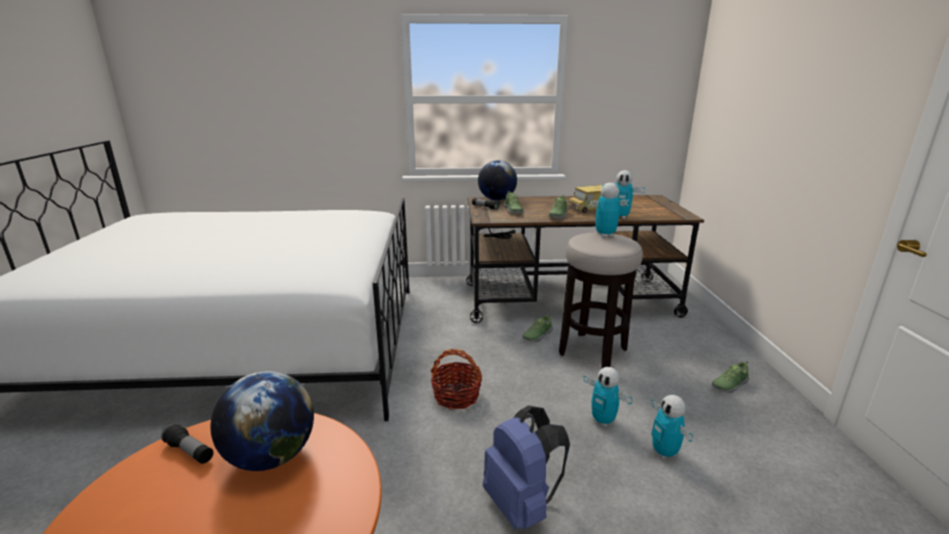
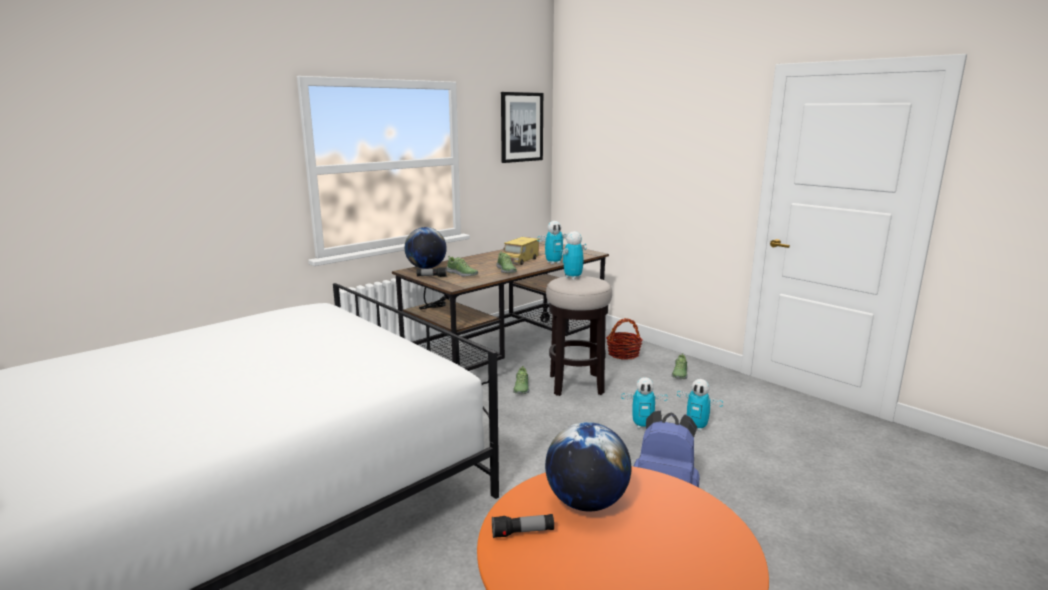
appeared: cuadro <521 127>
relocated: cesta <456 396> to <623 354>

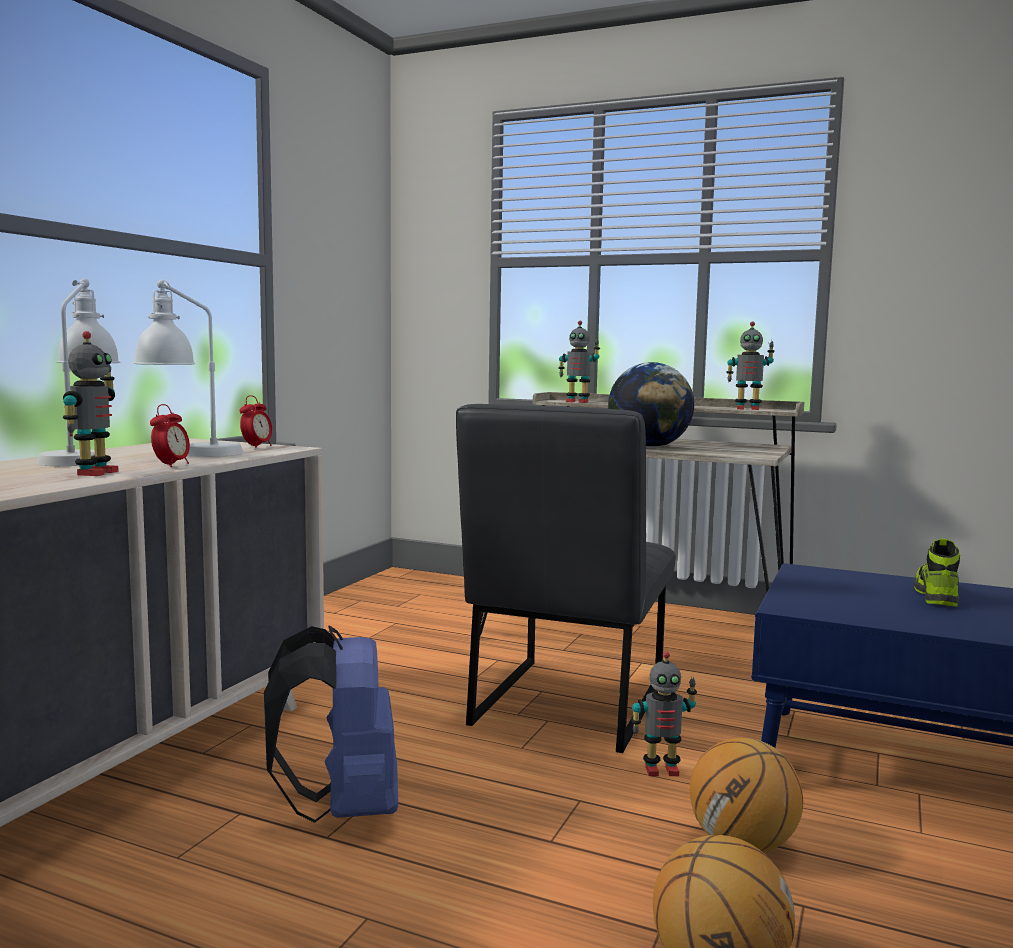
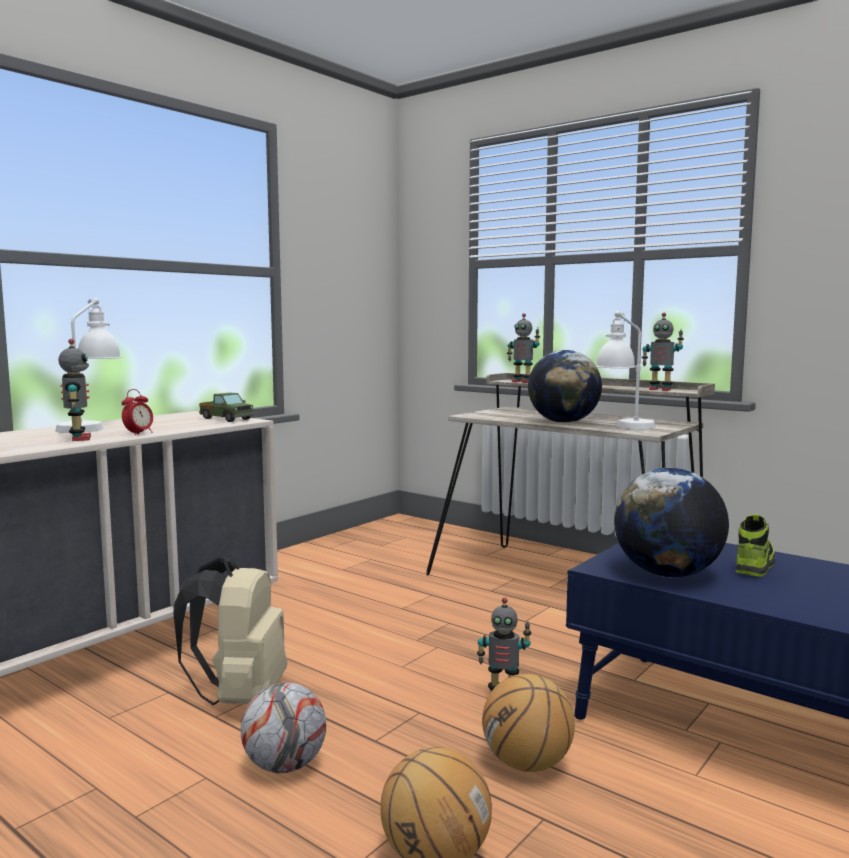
missing: silla [gris] <566 704>
appeared: balón de fútbol <284 766>; globo terráqueo <667 574>
relocated: lámpara de mesa [blanco] <191 455> to <625 428>
exchanged: despertador <256 447> to camión de juguete <226 419>
colour: mochila [azul] <343 809> to mochila [beis] <240 697>
spun: robot de juguete <94 473> = <78 439> 45 degrees counterclockwise

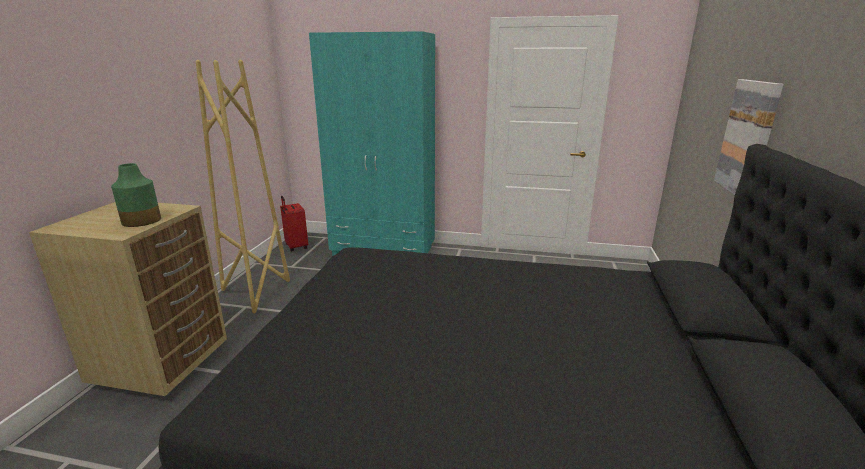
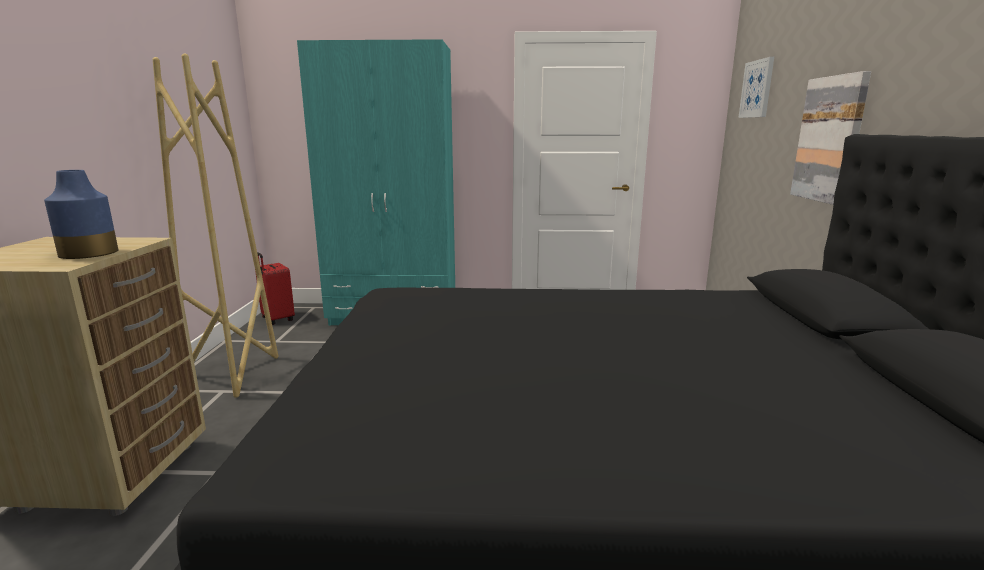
appeared: cuadro <757 89>
colour: florero [verde] <141 220> to florero [azul] <89 252>

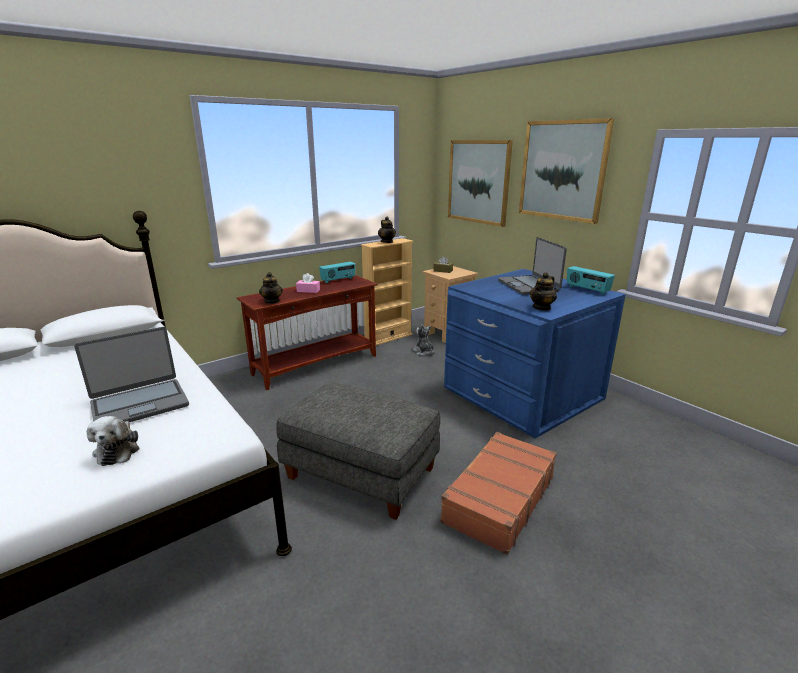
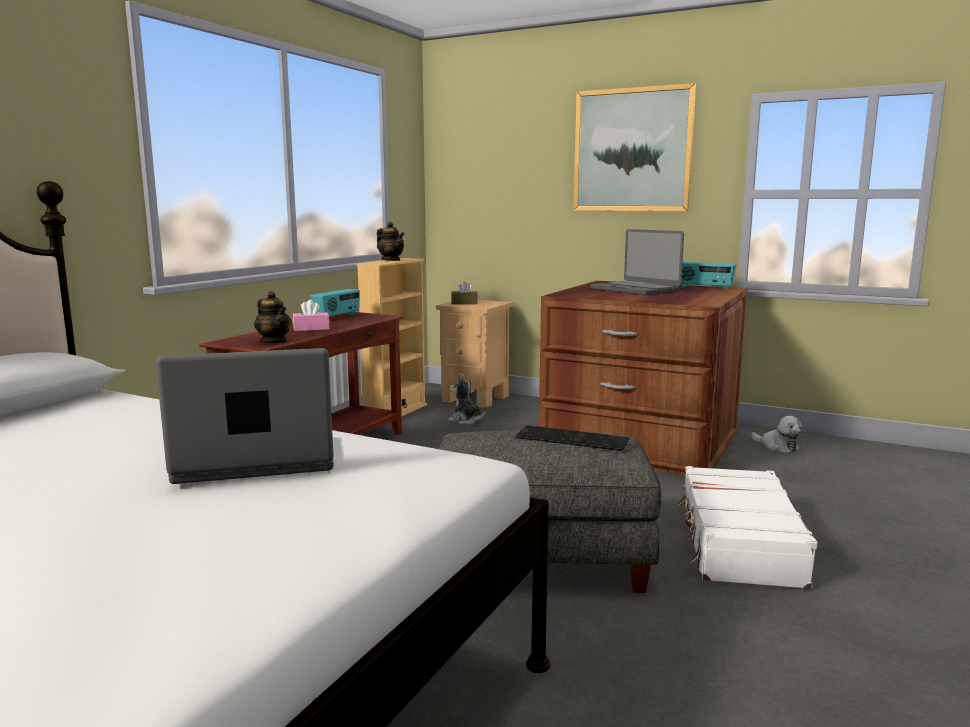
missing: cuadro <478 182>; tetera <542 307>
appeared: teclado <573 439>
relocated: peluche <118 450> to <777 446>
colour: maleta [marrón] <498 499> to maleta [blanco] <738 542>; cómoda [azul] <522 393> to cómoda [marrón] <641 441>
spun: portátil <140 404> = <255 460> 135 degrees counterclockwise

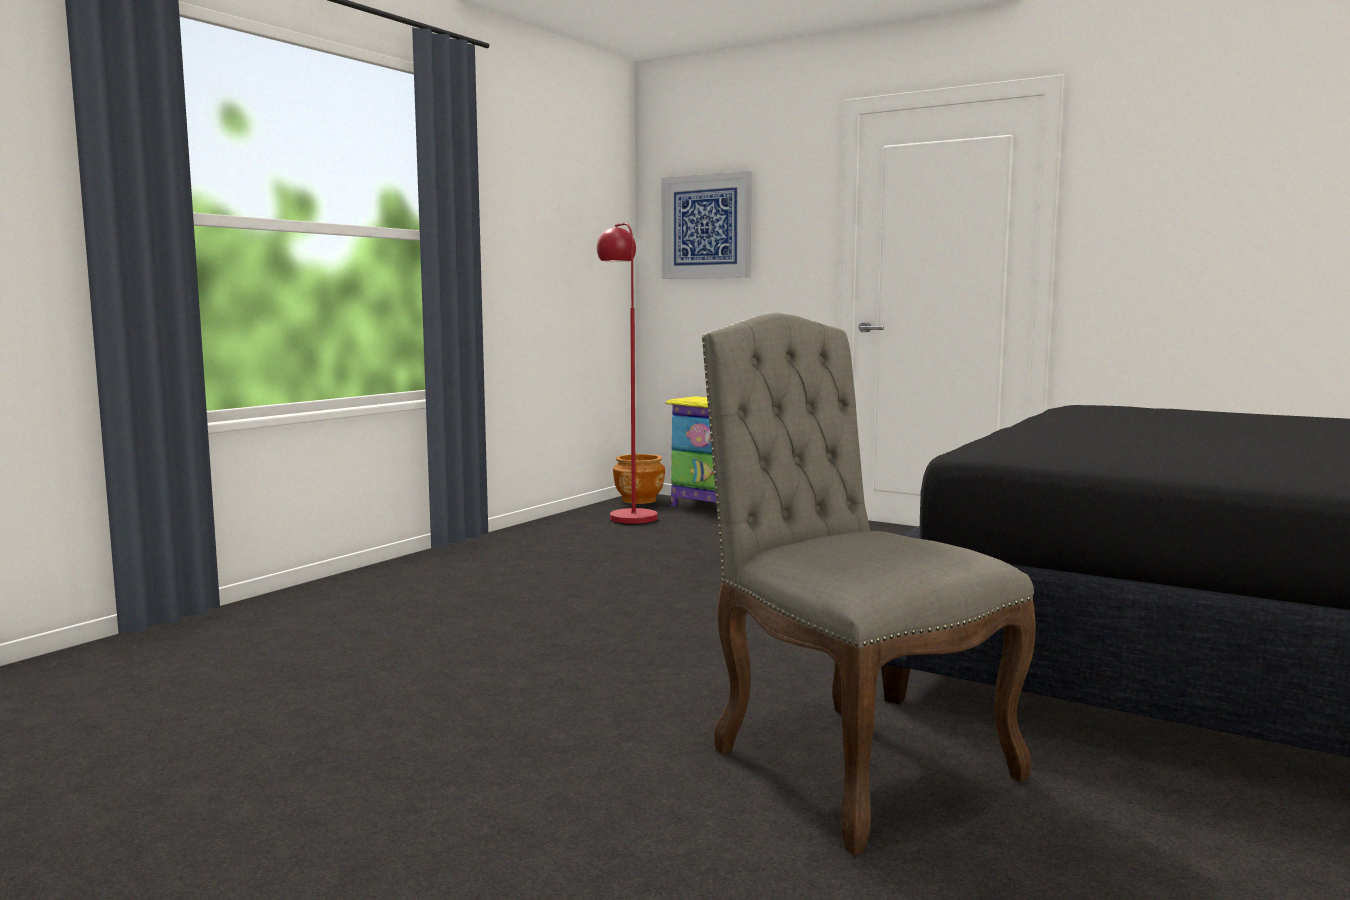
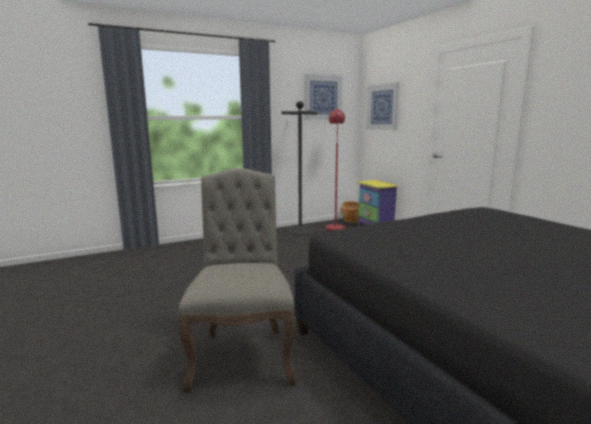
appeared: perchero [negro] <300 230>; cuadro <322 97>

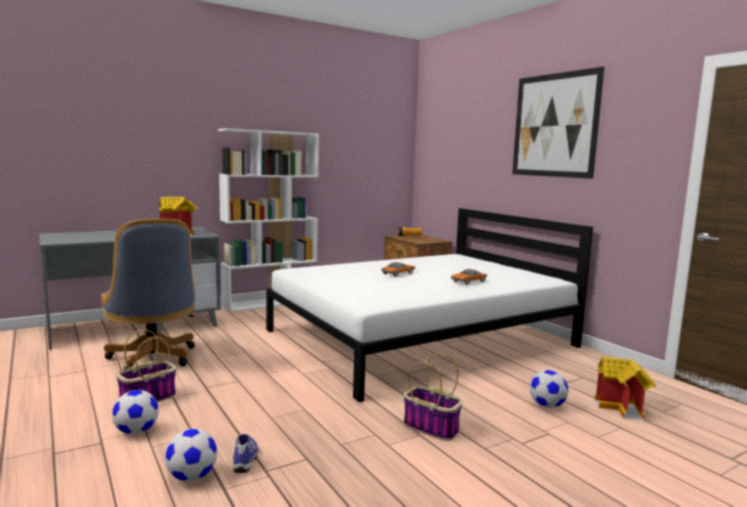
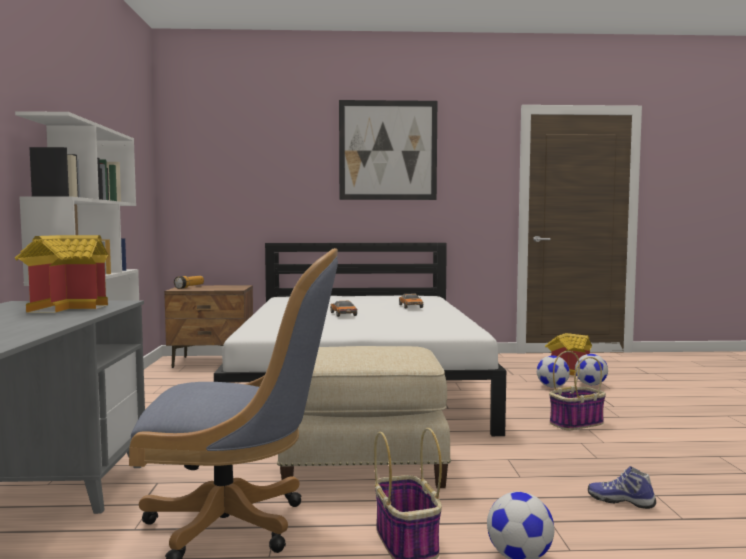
appeared: puf [beis] <363 463>
relocated: balón de fútbol <192 477> to <590 384>

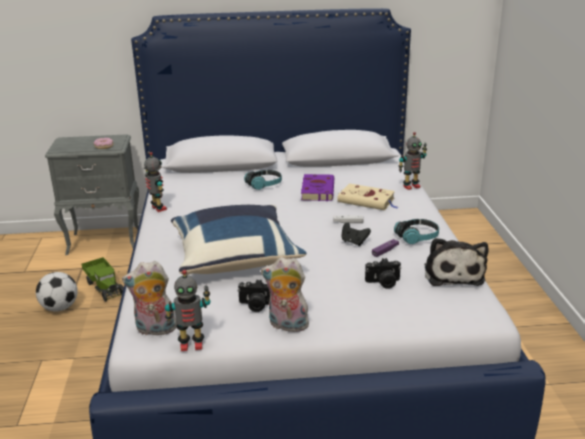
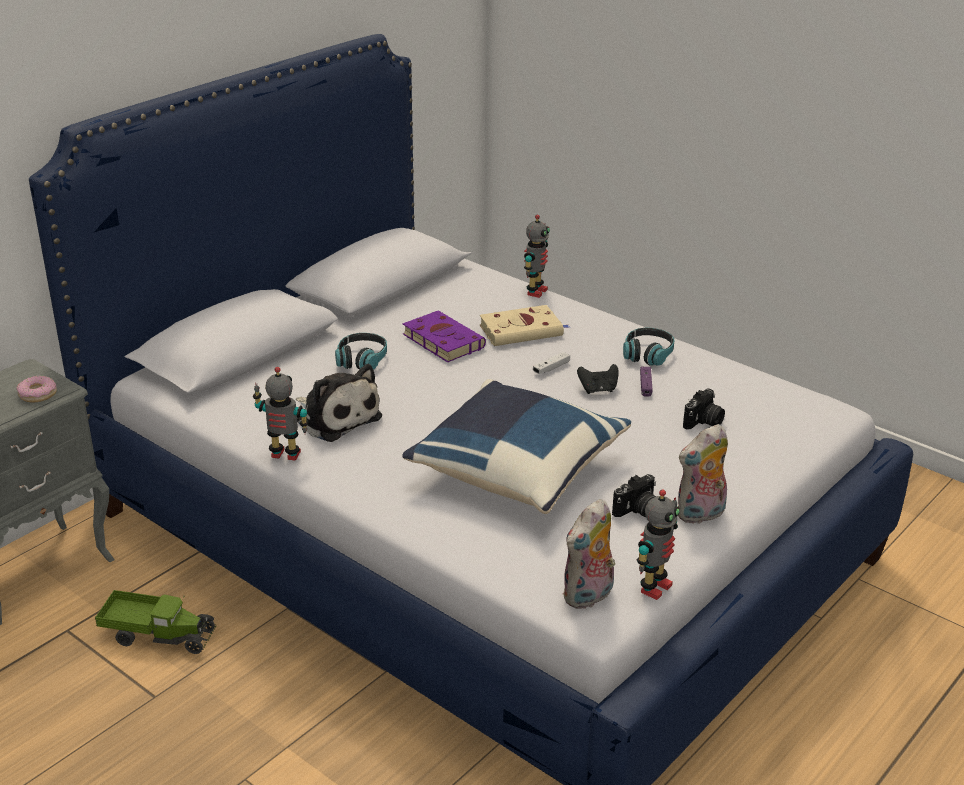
missing: balón de fútbol <60 307>
relocated: peluche <453 273> to <336 417>

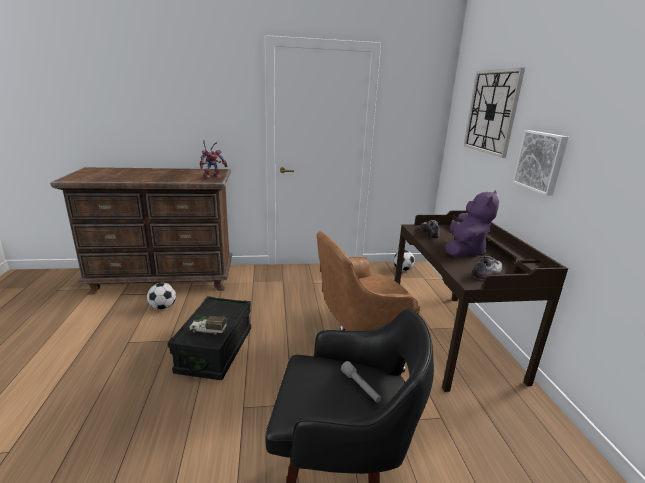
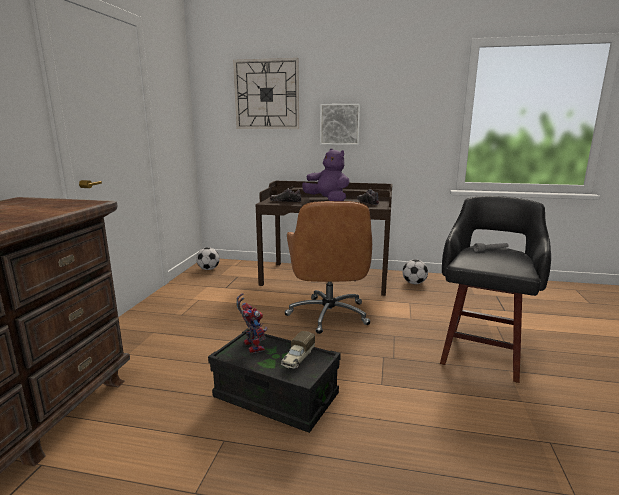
relocated: balón de fútbol <163 307> to <414 283>; robot de juguete <213 176> to <251 346>

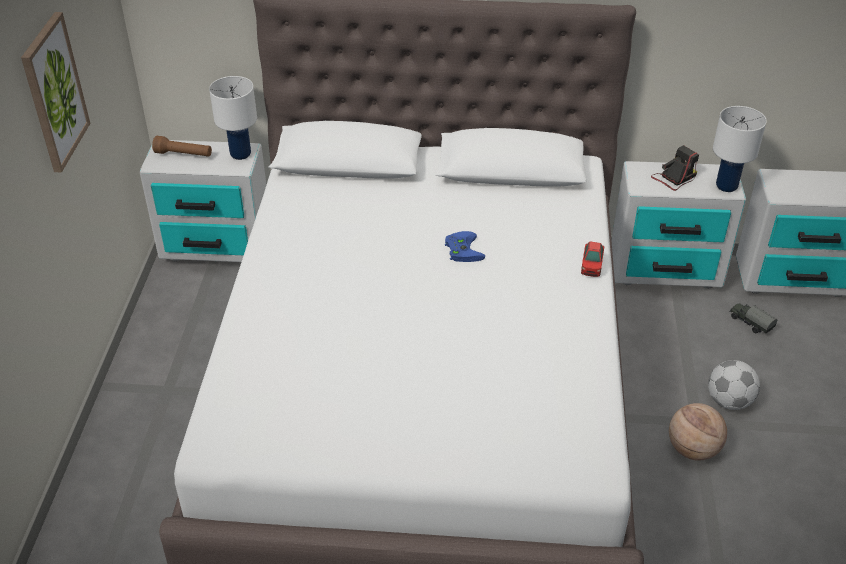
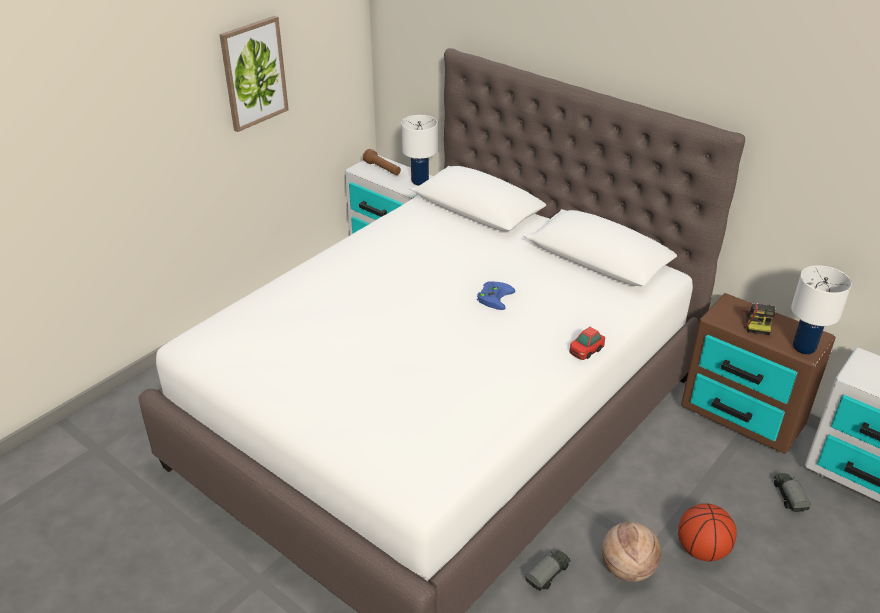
appeared: camión de juguete <548 575>
exchanged: balón de fútbol <729 401> to balón de baloncesto <701 550>
colour: mesita de noche [blanco] <665 275> to mesita de noche [marrón] <740 422>
spun: cámara <674 178> = <757 322> 105 degrees clockwise

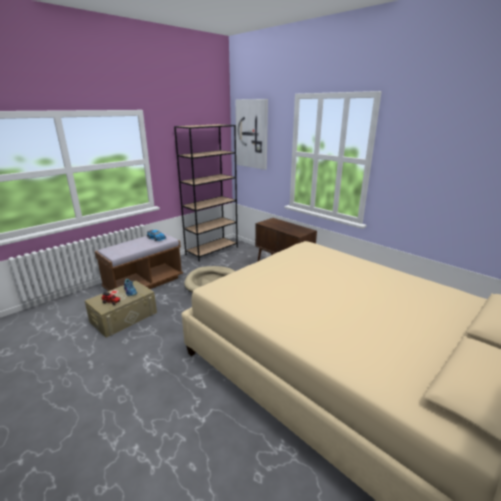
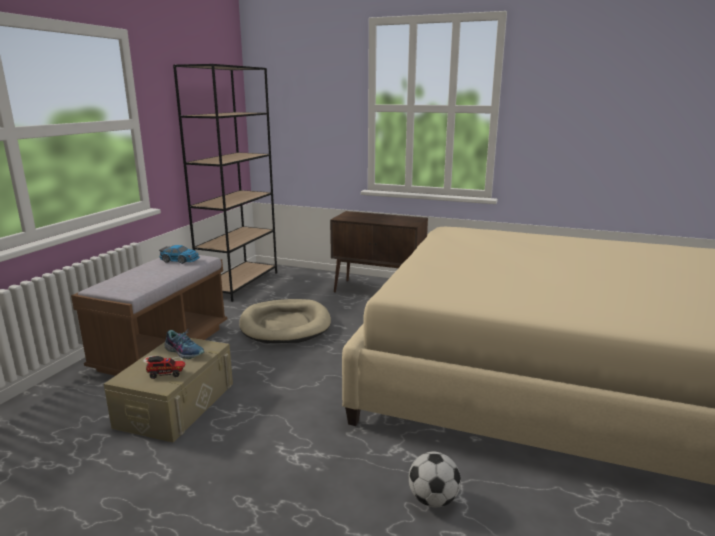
missing: cuadro <252 134>
appeared: balón de fútbol <433 500>

